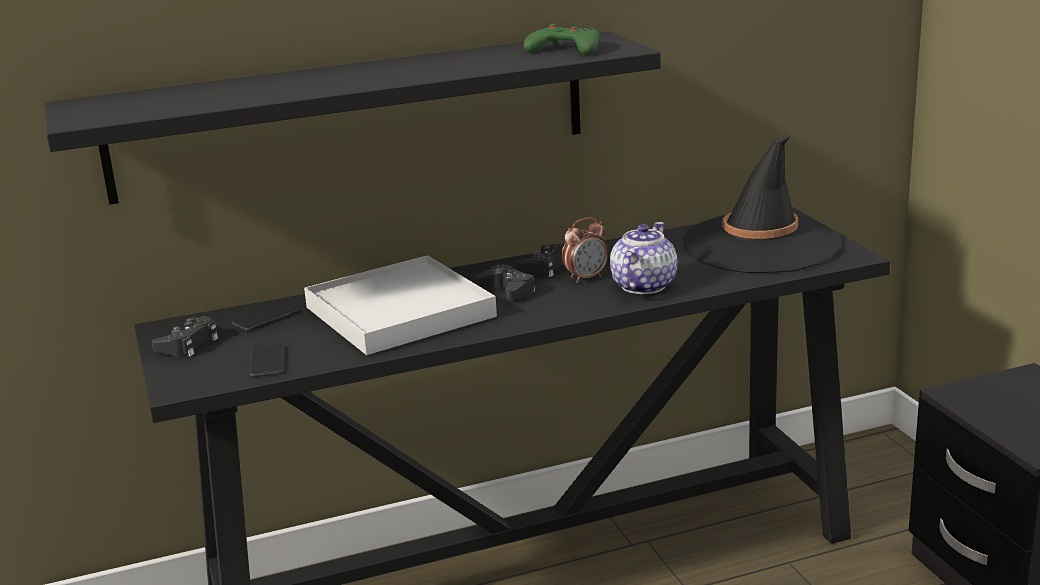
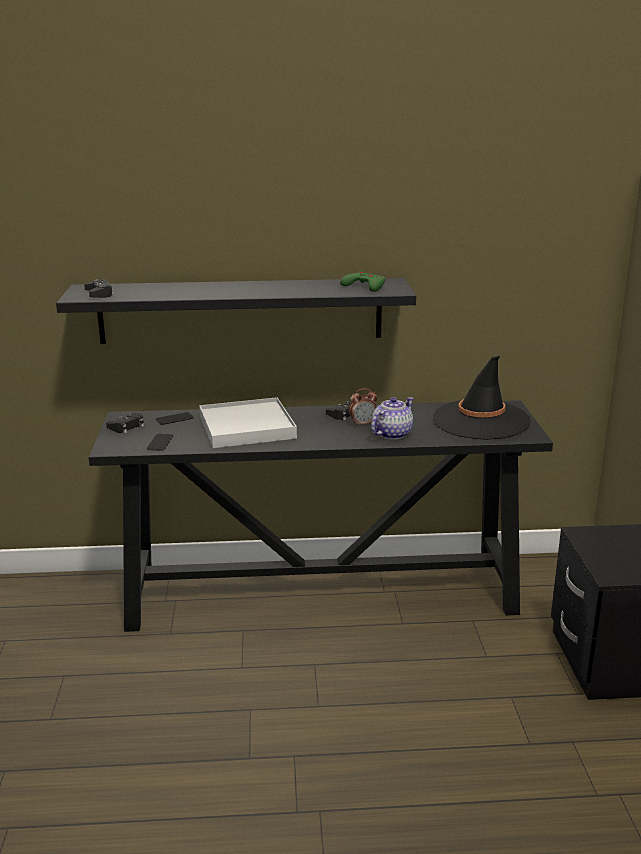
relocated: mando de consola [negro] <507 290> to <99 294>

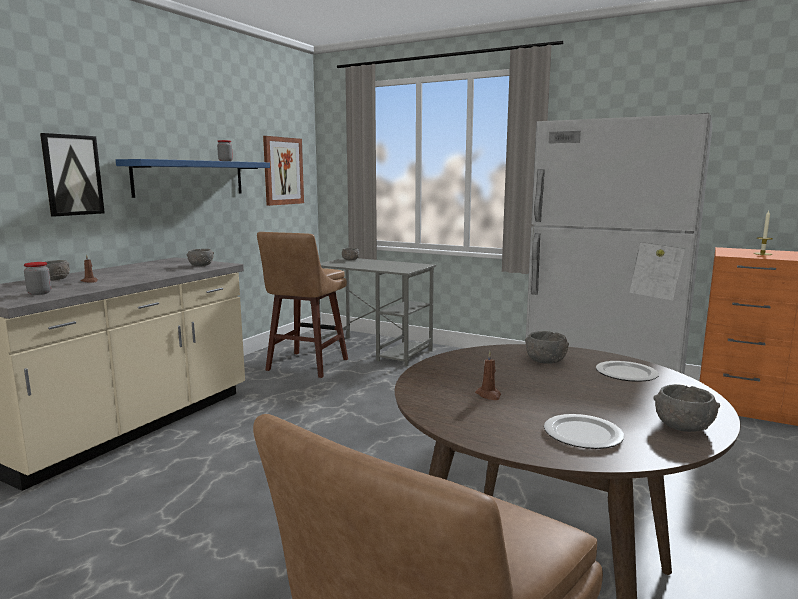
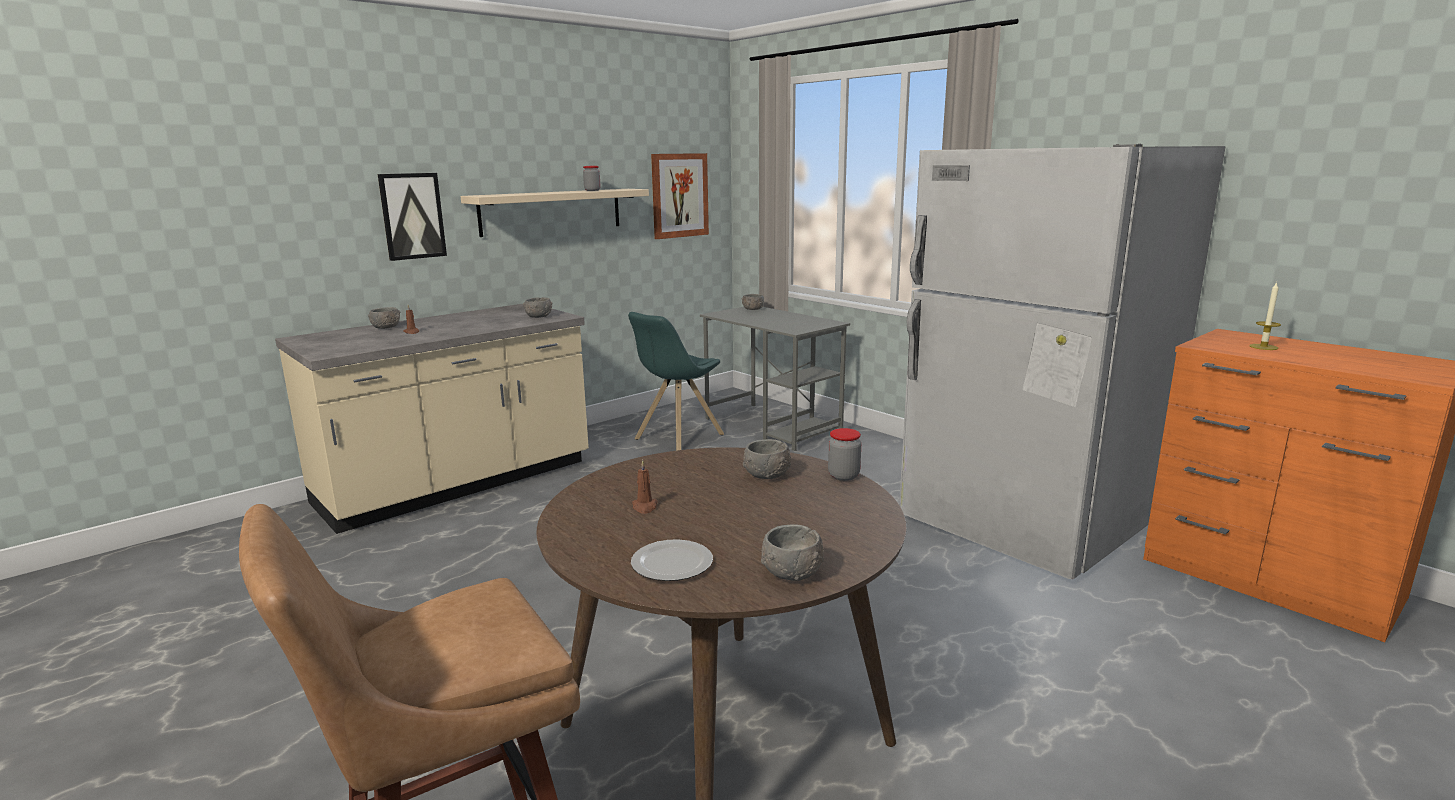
missing: plato <625 373>
relocated: tarro <39 293> to <843 476>
exchanged: taburete [marrón] <306 365> to silla [turquesa] <678 436>
colour: estante [azul] <190 178> to estante [beis] <551 211>

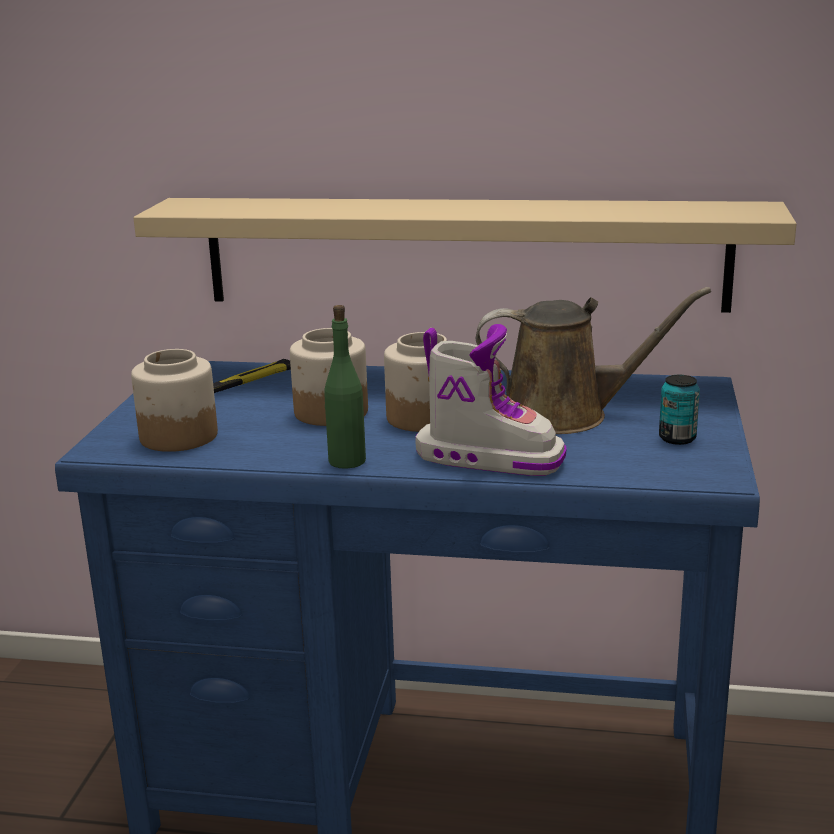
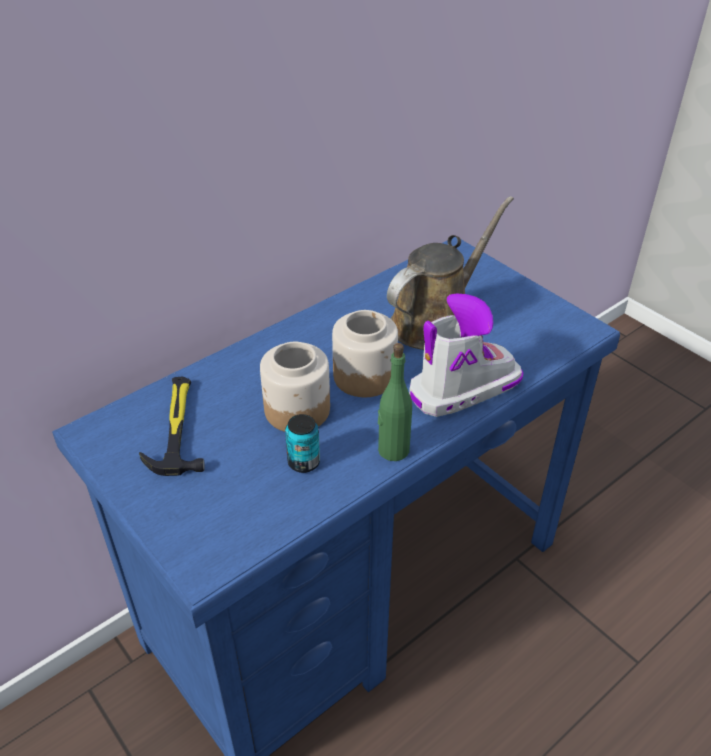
missing: tarro <178 436>; estante [beis] <462 253>
relocated: lata <677 438> to <304 462>

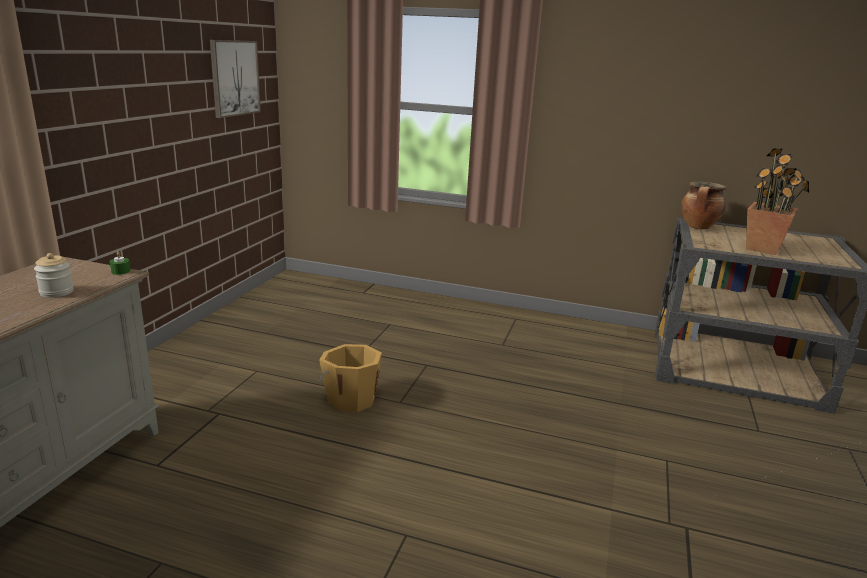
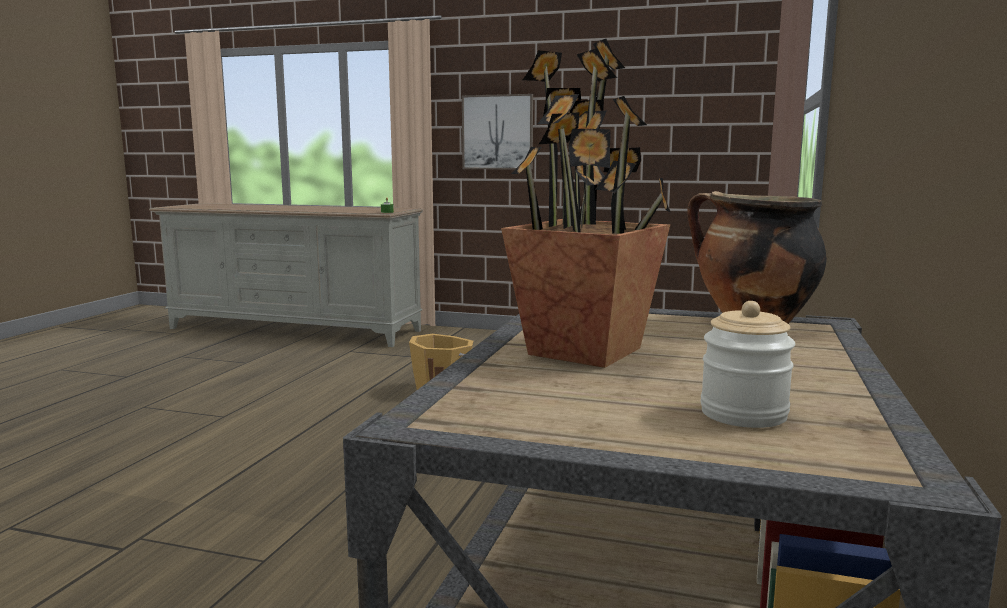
relocated: tarro <56 292> to <743 414>; cuadro <234 78> to <497 132>

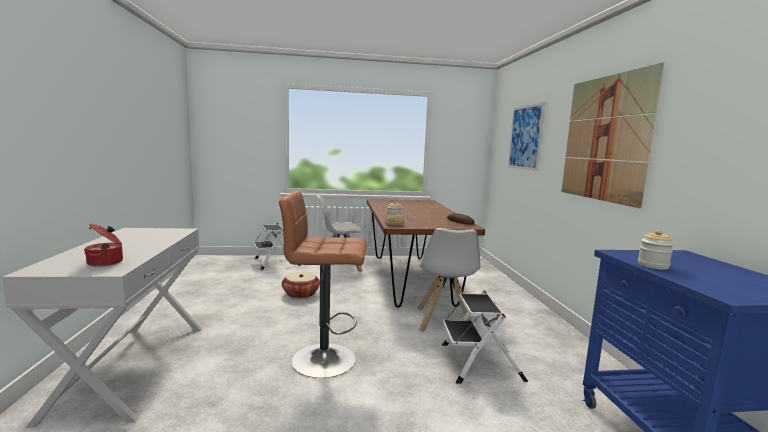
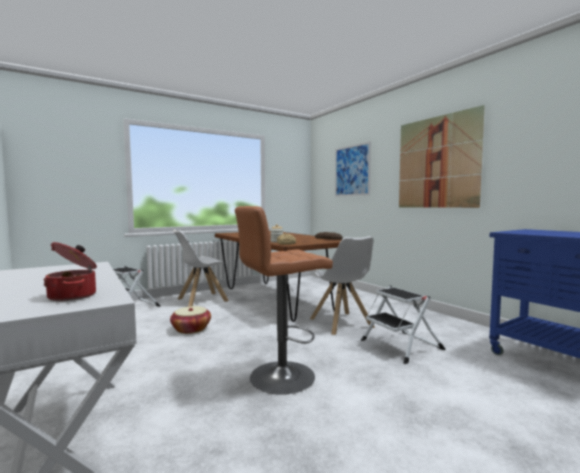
missing: tarro <653 265>

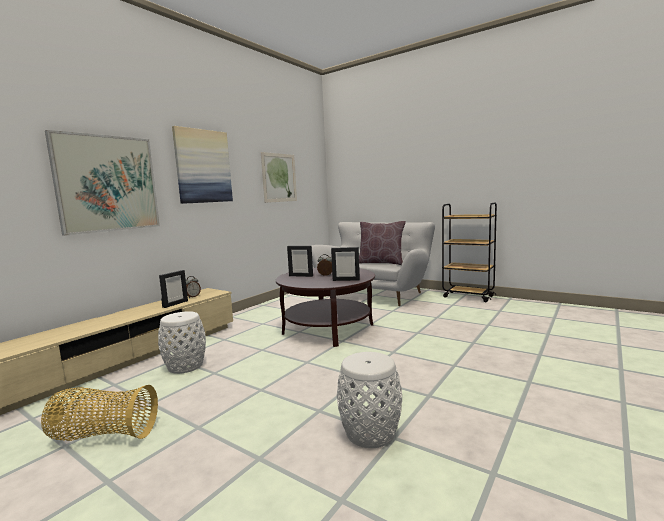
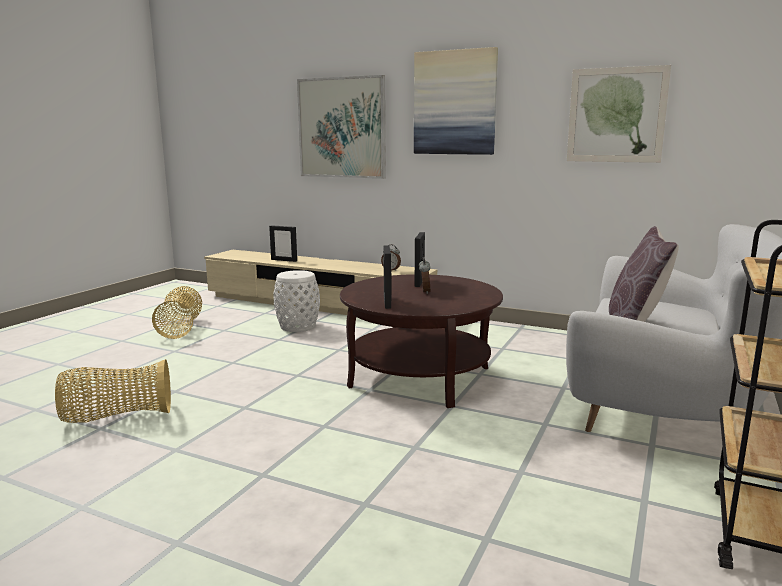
relocated: portarretratos <175 304> to <284 260>
exchanged: taburete [blanco] <370 433> to cesta <117 416>

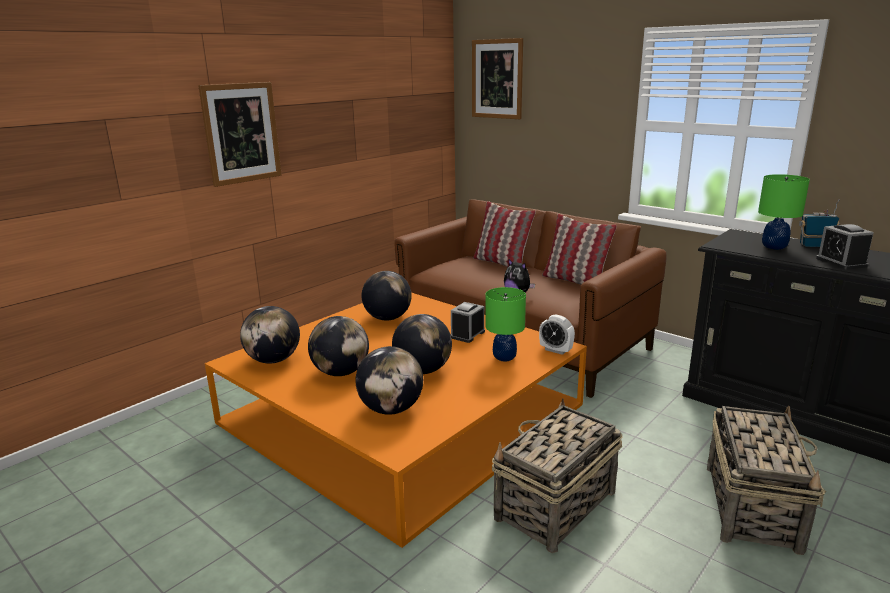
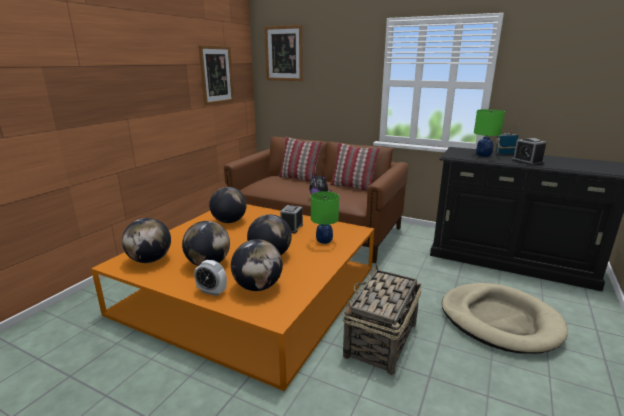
relocated: cuadro <241 133> to <216 75>; despertador <555 350> to <212 291>
exchanged: cesta <751 506> to cama para perro [beis] <499 320>

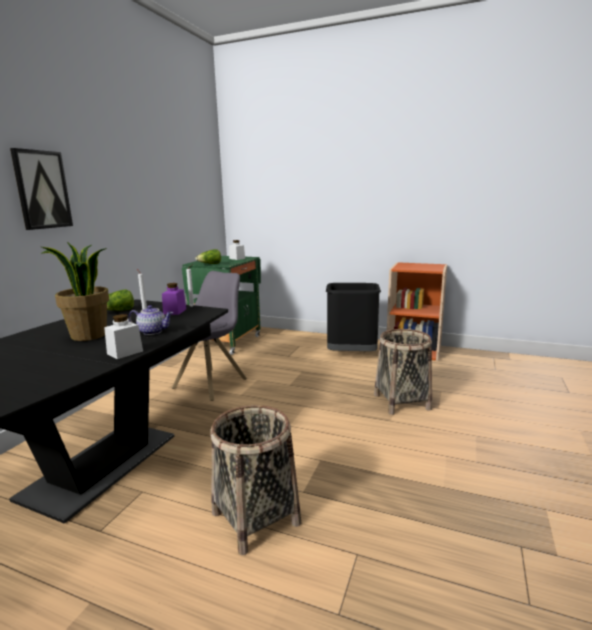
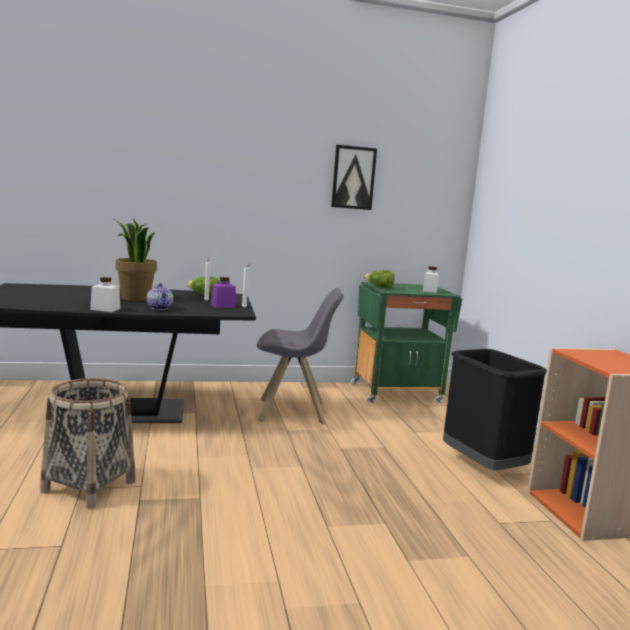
missing: cesta <402 402>
relocated: cuadro <42 190> to <353 177>

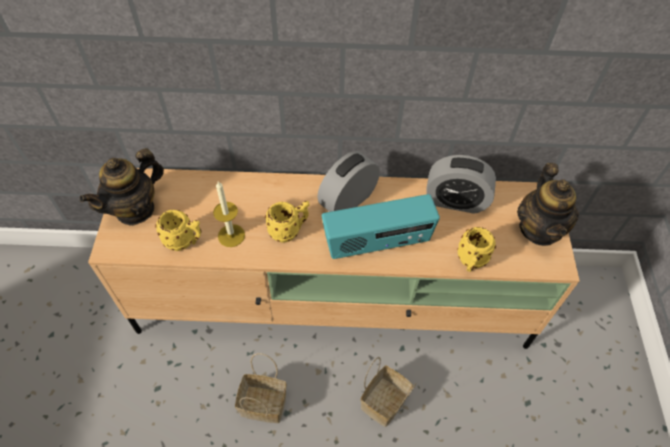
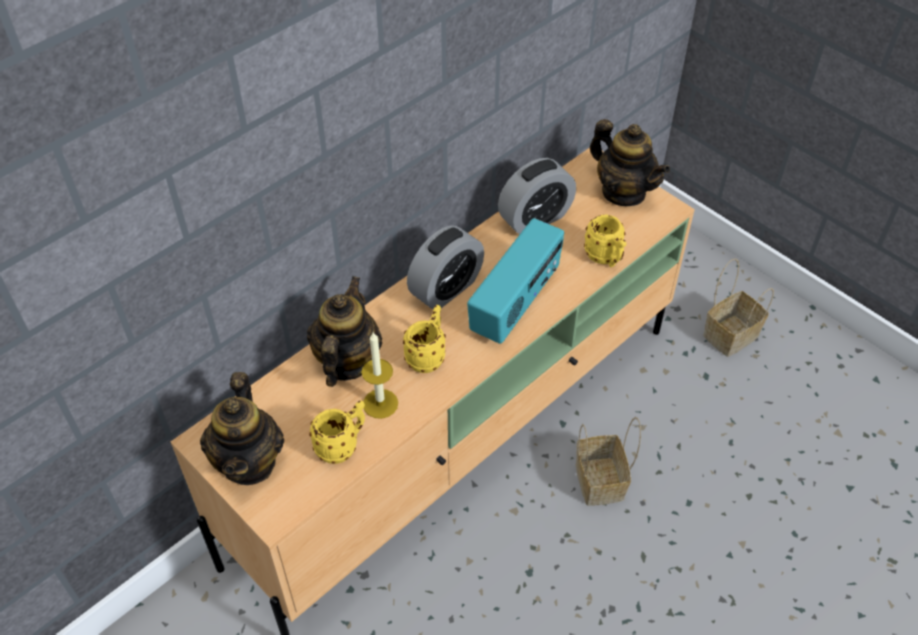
appeared: tetera <346 362>
relocated: cesta <265 403> to <731 334>
spun: despertador <348 200> = <446 289> 135 degrees counterclockwise

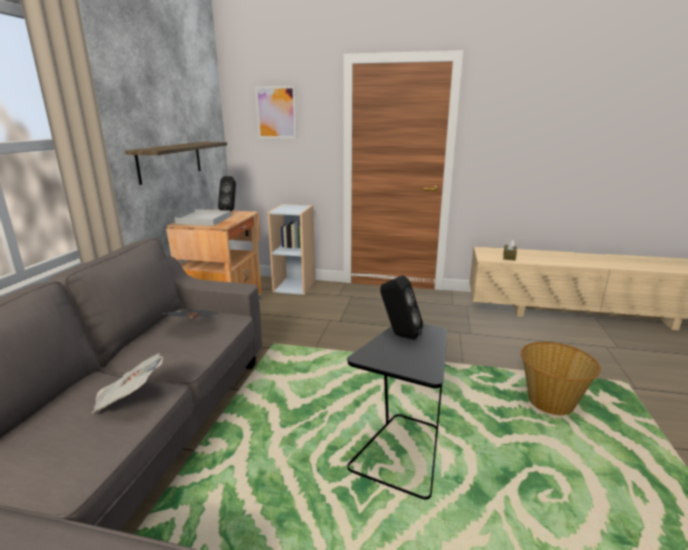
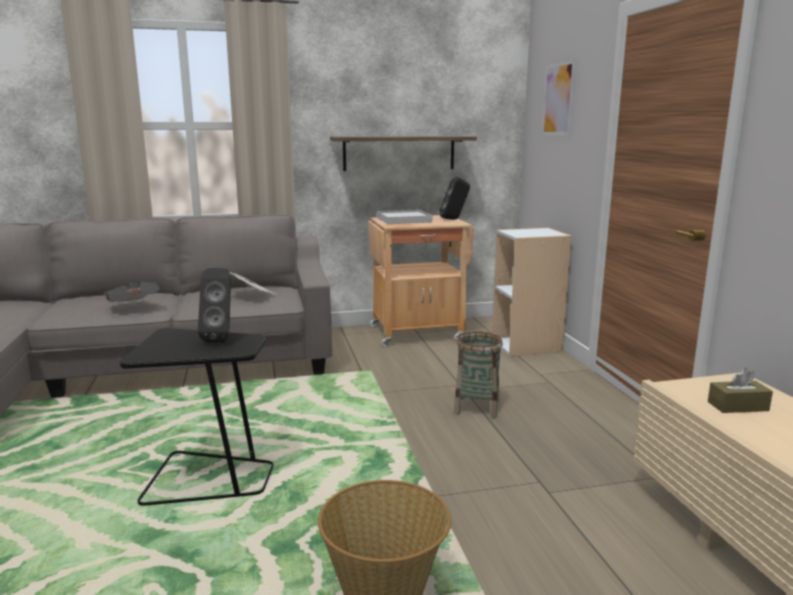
appeared: cesta <477 407>

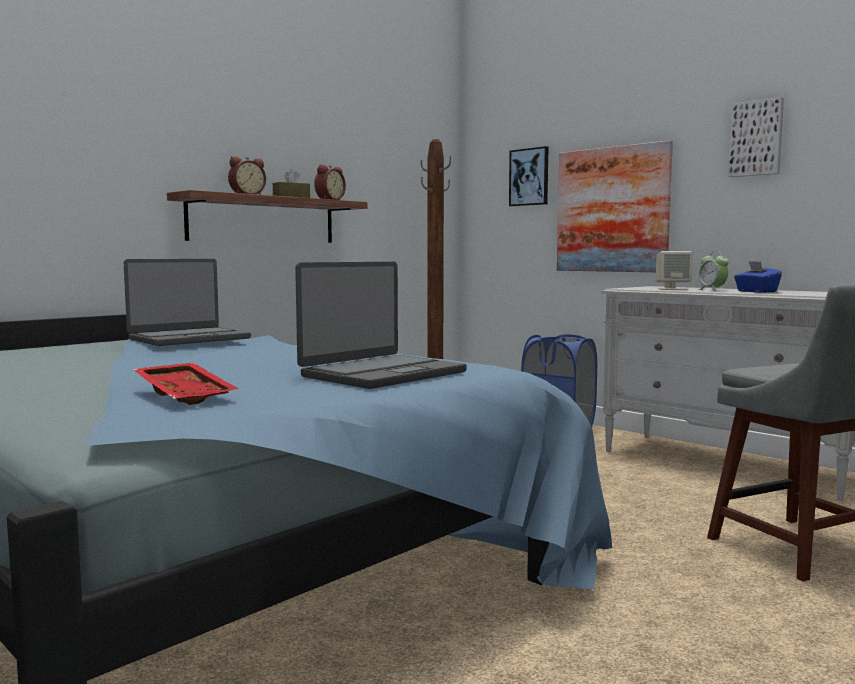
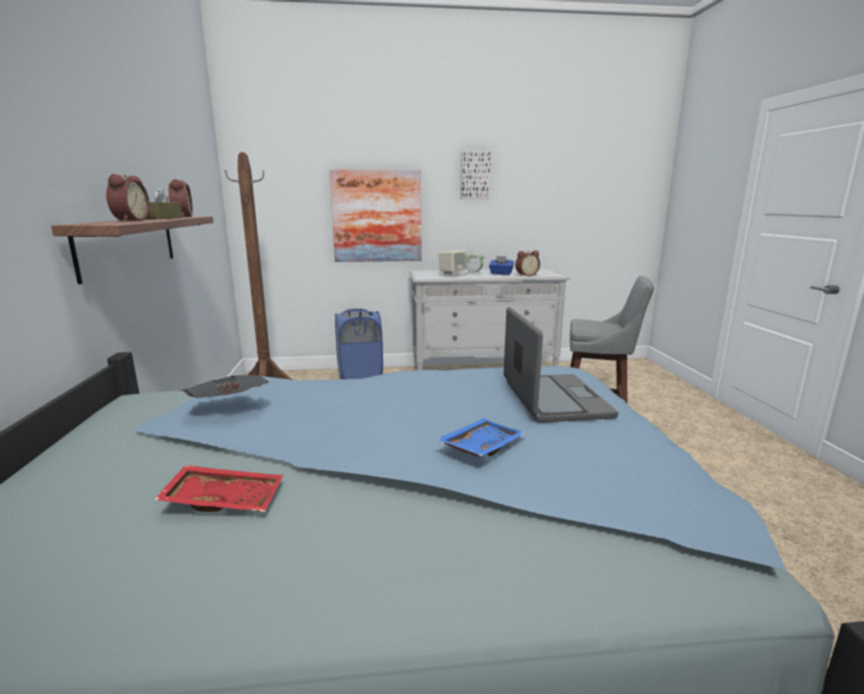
missing: cuadro <529 177>
appeared: bandeja [azul] <480 447>; despertador <526 275>
relocated: bandeja [rojo] <187 395> to <225 499>
exchanged: portátil <189 339> to periódico <229 408>

